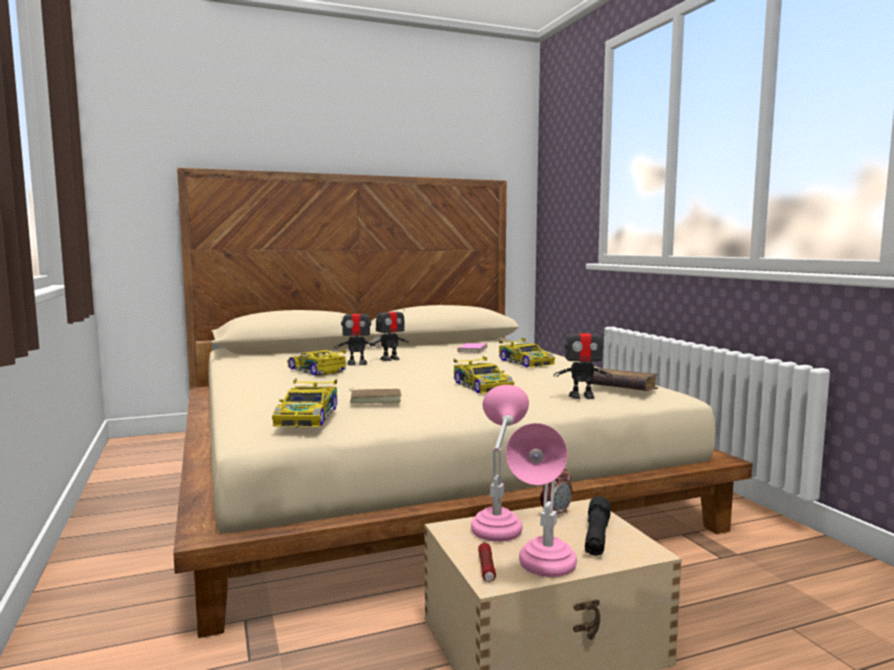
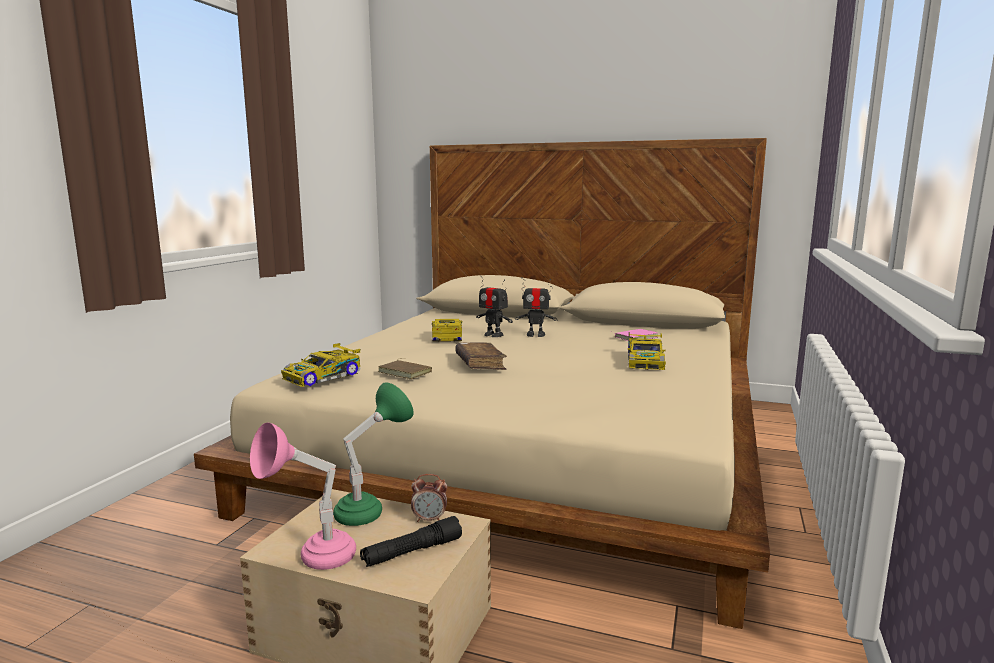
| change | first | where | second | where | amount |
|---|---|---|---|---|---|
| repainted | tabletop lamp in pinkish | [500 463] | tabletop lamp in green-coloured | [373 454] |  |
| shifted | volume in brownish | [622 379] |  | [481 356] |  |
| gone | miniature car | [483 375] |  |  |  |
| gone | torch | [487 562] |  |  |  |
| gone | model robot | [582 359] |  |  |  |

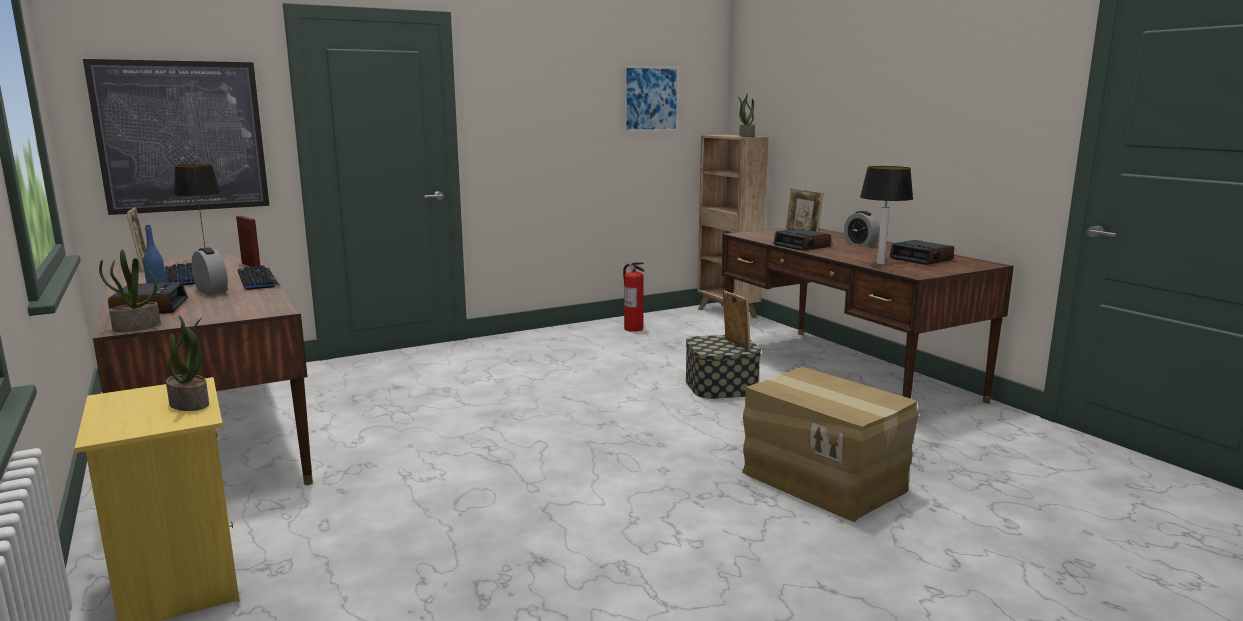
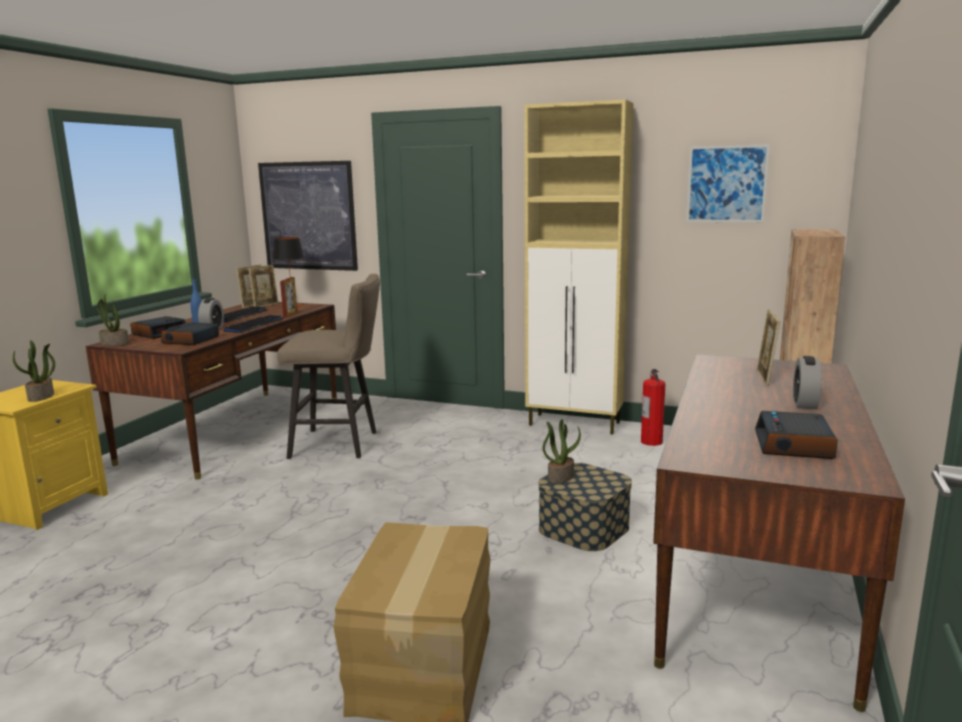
| change | first | where | second | where | amount |
|---|---|---|---|---|---|
| shifted | table clock | [802 240] |  | [190 334] |  |
| shifted | photo frame | [737 320] |  | [263 286] |  |
| new |  |  | sitting stool in beige | [328 366] |  |
| new |  |  | cupboard in beige | [578 267] |  |
| shifted | houseplant | [746 115] |  | [562 451] |  |
| gone | tabletop lamp | [886 215] |  |  |  |

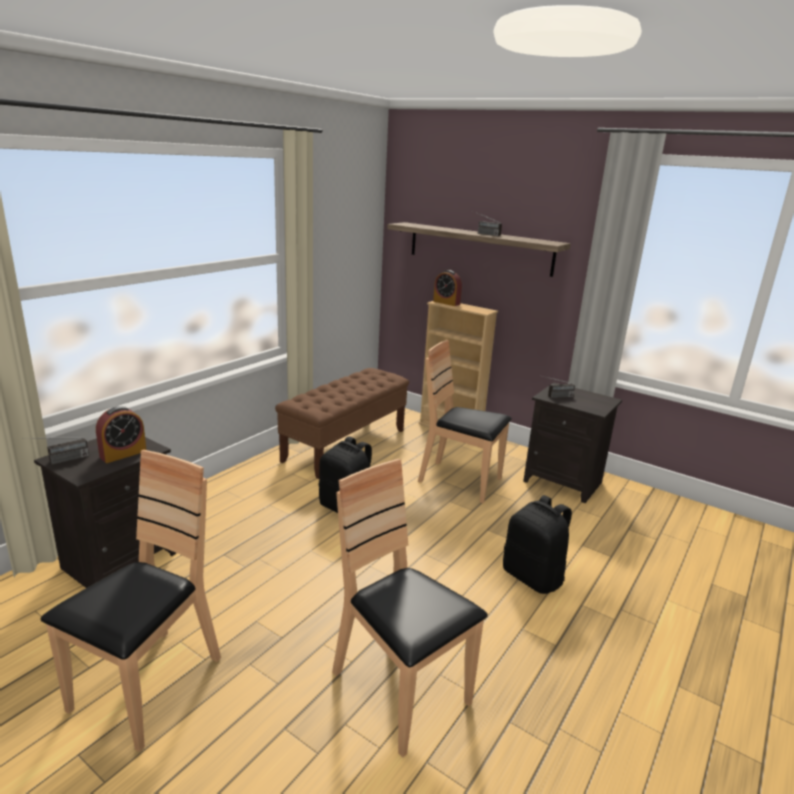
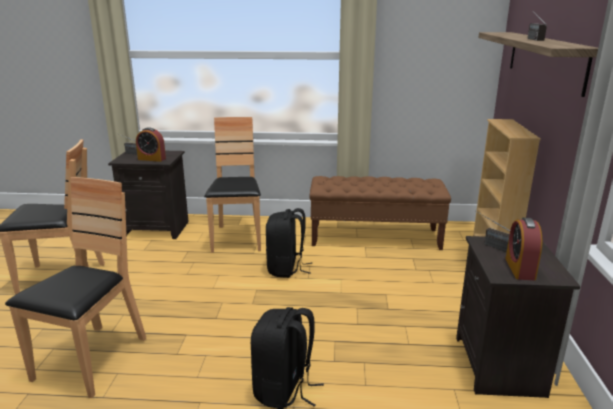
| change | first | where | second | where | amount |
|---|---|---|---|---|---|
| shifted | upright chair in brownish | [465 421] |  | [232 185] |  |
| shifted | table clock | [447 288] |  | [524 249] |  |

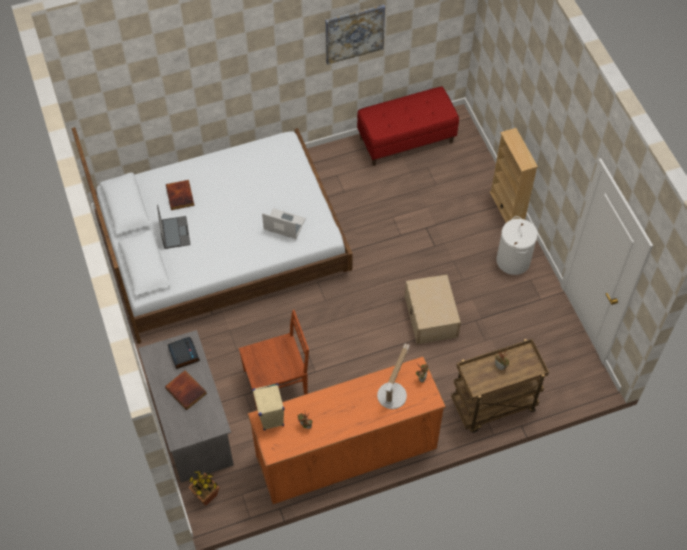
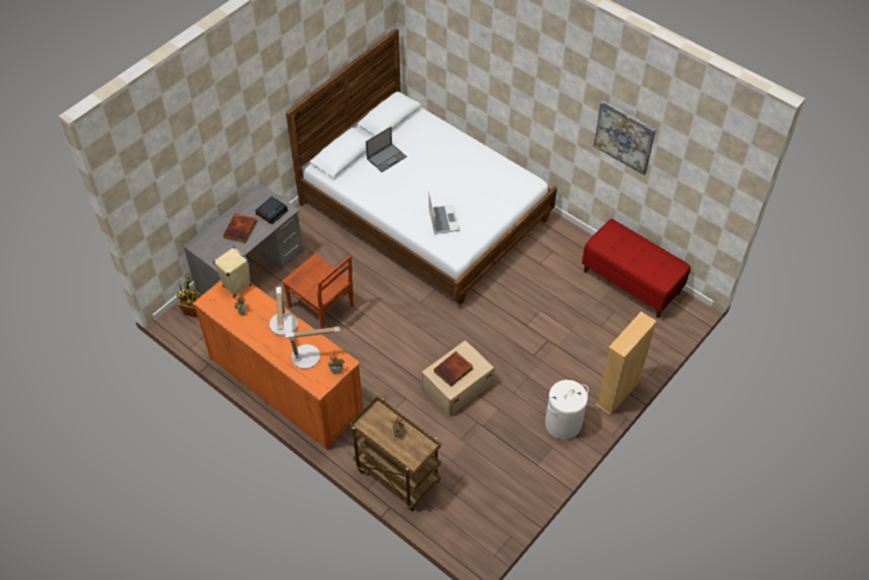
| change | first | where | second | where | amount |
|---|---|---|---|---|---|
| new |  |  | tabletop lamp | [284 311] |  |
| shifted | volume | [180 195] |  | [453 369] |  |

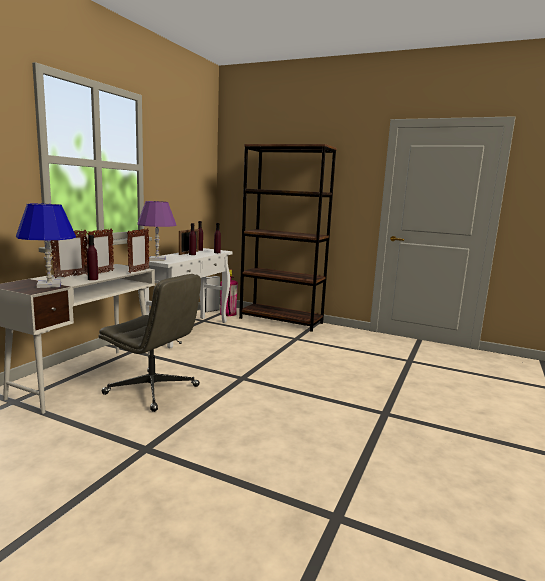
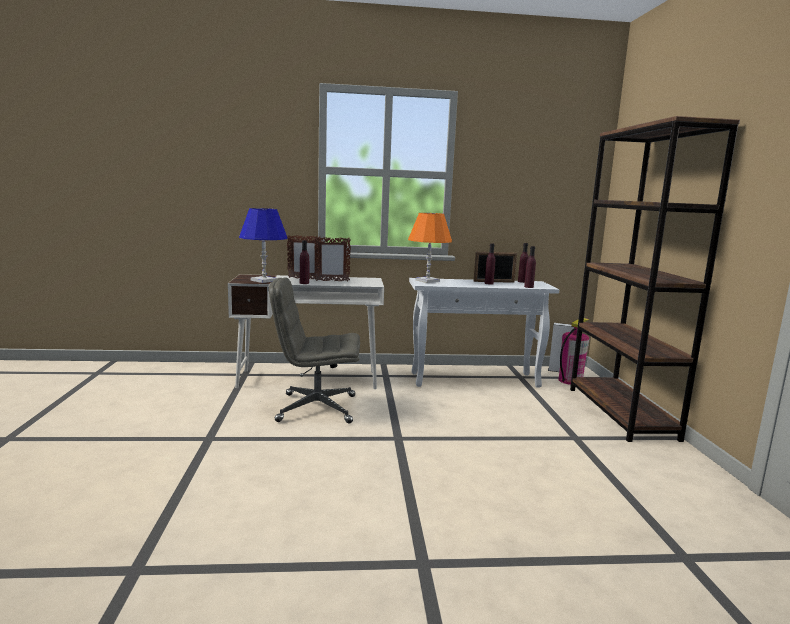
| change | first | where | second | where | amount |
|---|---|---|---|---|---|
| rotated | desk chair in grey | [149 343] |  | [314 350] | 90 degrees clockwise |
| repainted | tabletop lamp in purple-coloured | [157 231] | tabletop lamp in orange | [430 248] |  |
| gone | photo frame | [138 250] |  |  |  |

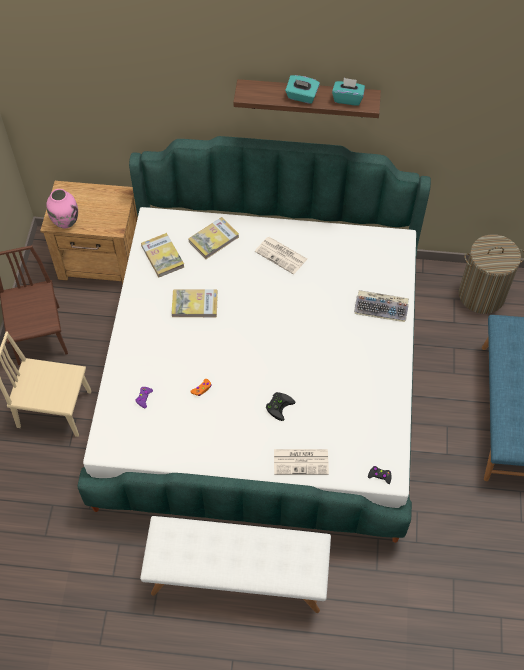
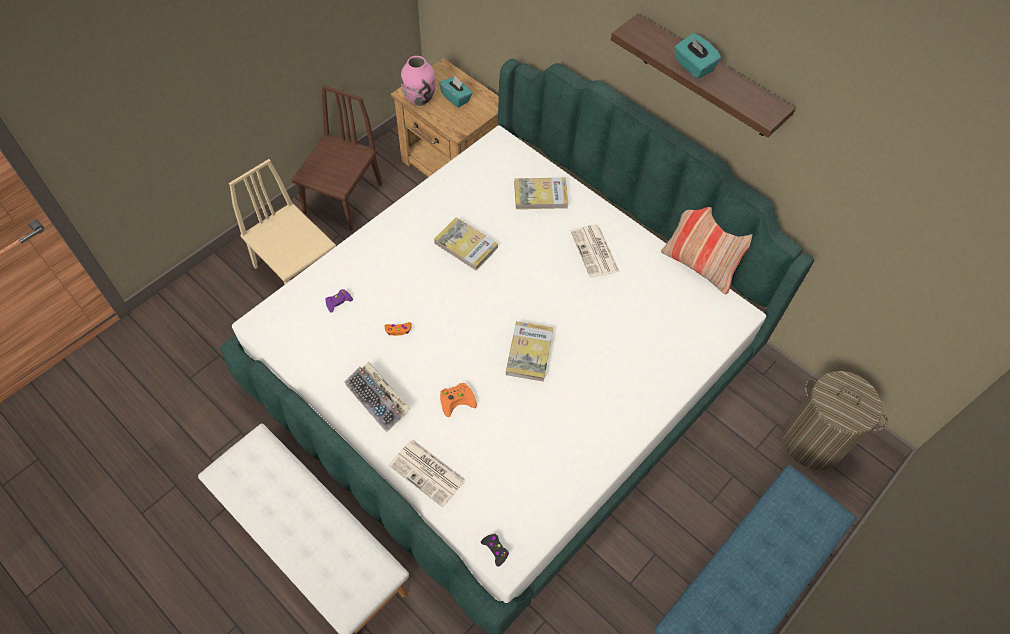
| change | first | where | second | where | amount |
|---|---|---|---|---|---|
| shifted | computer keyboard | [381 306] |  | [377 397] |  |
| shifted | box of tissues in turquoise-coloured | [348 92] |  | [455 91] |  |
| repainted | game controller in black | [280 406] | game controller in orange | [458 400] |  |
| shifted | volume | [162 255] |  | [529 351] |  |
| new |  |  | throw pillow | [706 250] |  |

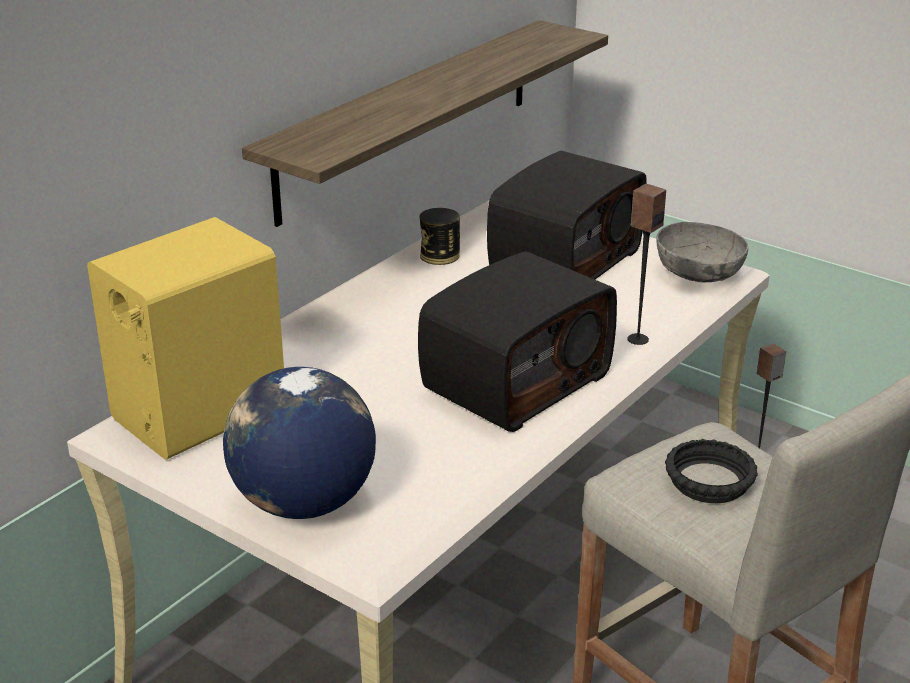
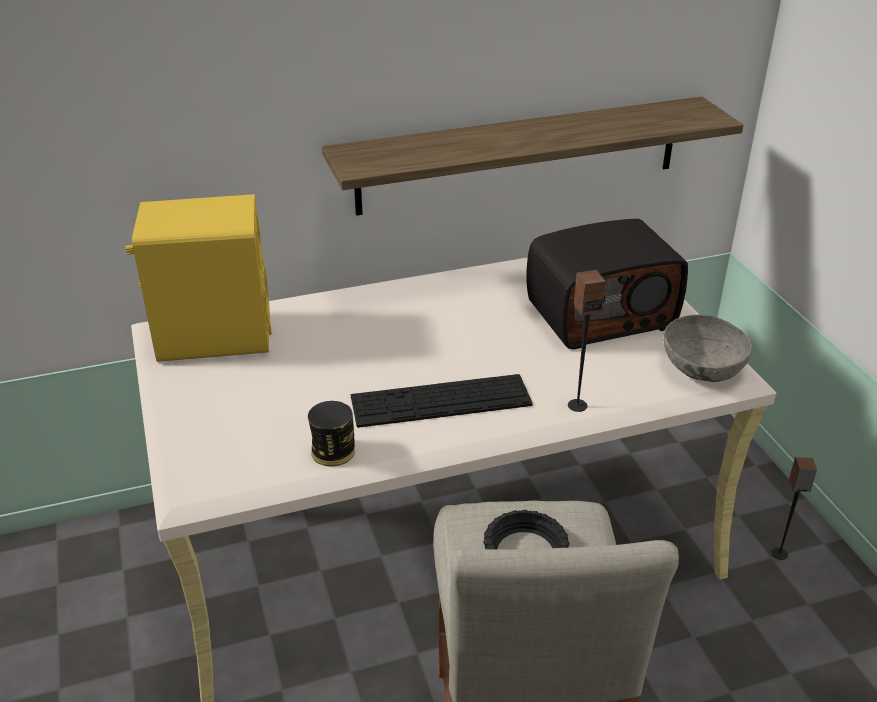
| change | first | where | second | where | amount |
|---|---|---|---|---|---|
| shifted | metal can | [439 236] |  | [331 433] |  |
| swapped | radio set | [517 342] | computer keyboard | [442 401] |  |
| gone | desk globe | [299 443] |  |  |  |

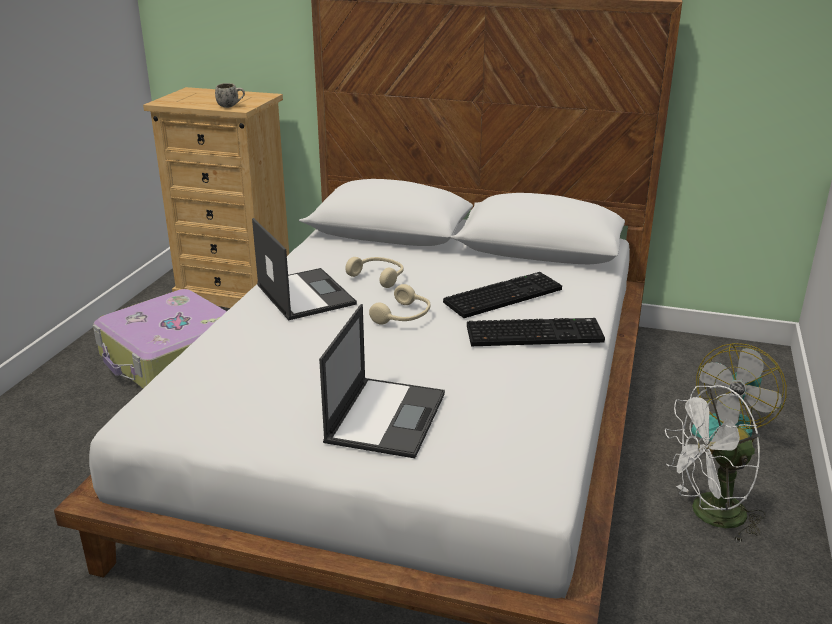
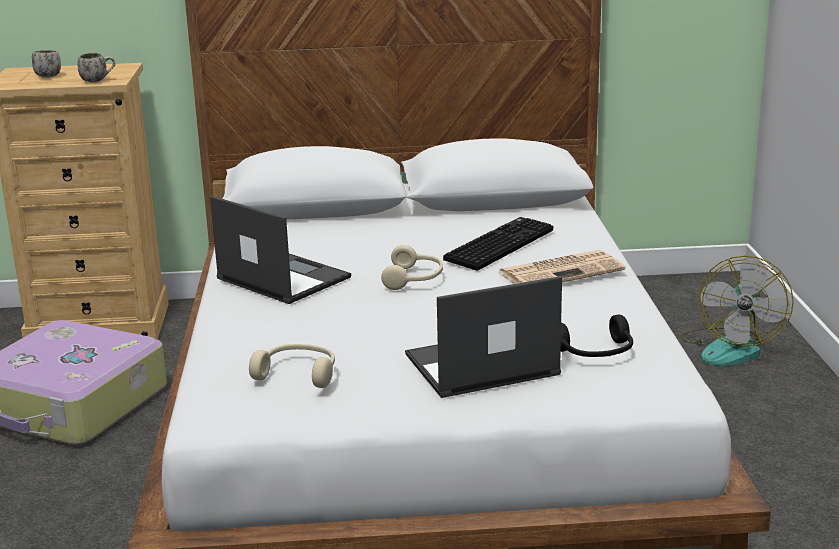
| change | first | where | second | where | amount |
|---|---|---|---|---|---|
| new |  |  | mug in white-coloured | [46 63] |  |
| shifted | headphones in beige | [374 272] |  | [292 366] |  |
| rotated | portable computer | [382 381] |  | [483 337] | 105 degrees counterclockwise |
| swapped | computer keyboard | [536 332] | printed paper | [561 267] |  |
| new |  |  | headphones in black | [597 336] |  |
| gone | cooling fan in white-coloured | [715 463] |  |  |  |

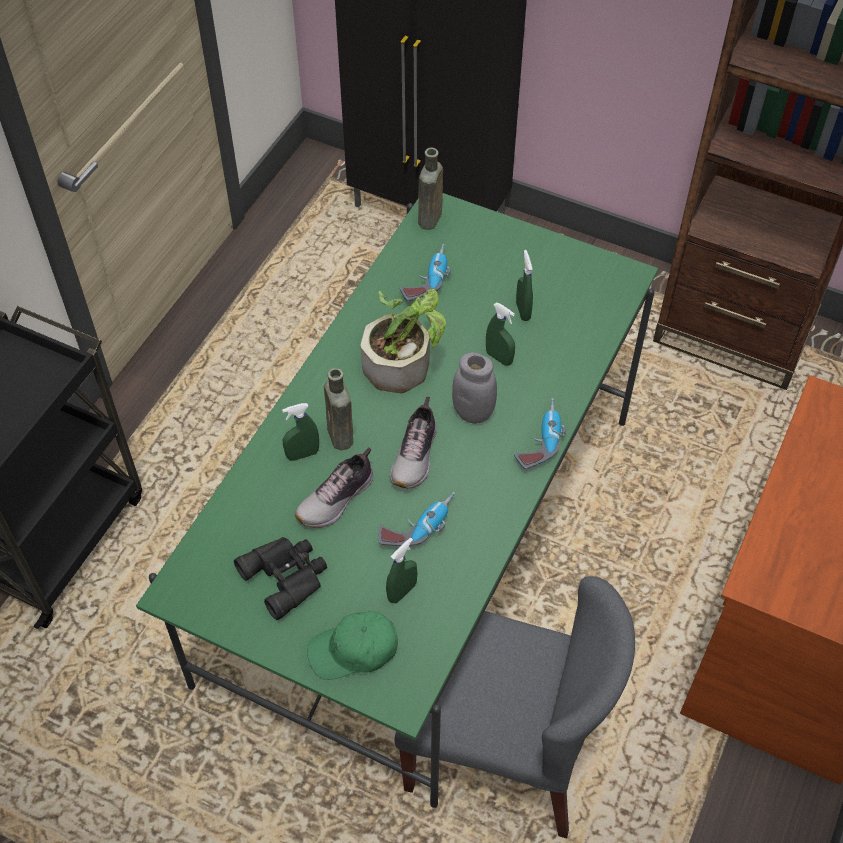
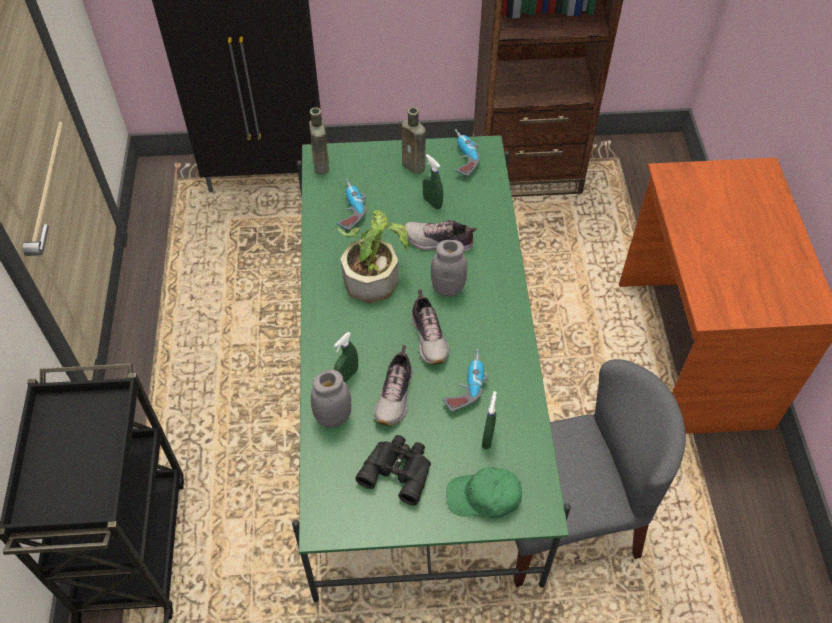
| change | first | where | second | where | amount |
|---|---|---|---|---|---|
| new |  |  | preserve jar in grey | [331 399] |  |
| shifted | beverage bottle in brownish | [338 409] |  | [414 140] |  |
| swapped | sprayer in green-coloured | [500 334] | low shoe | [440 236] |  |
| rotated | baseball cap in green-coloured | [352 645] |  | [484 492] | 45 degrees clockwise |
| shifted | drill | [540 433] |  | [467 152] |  |

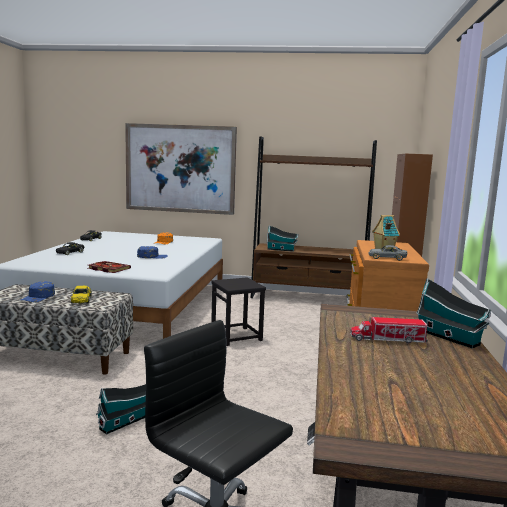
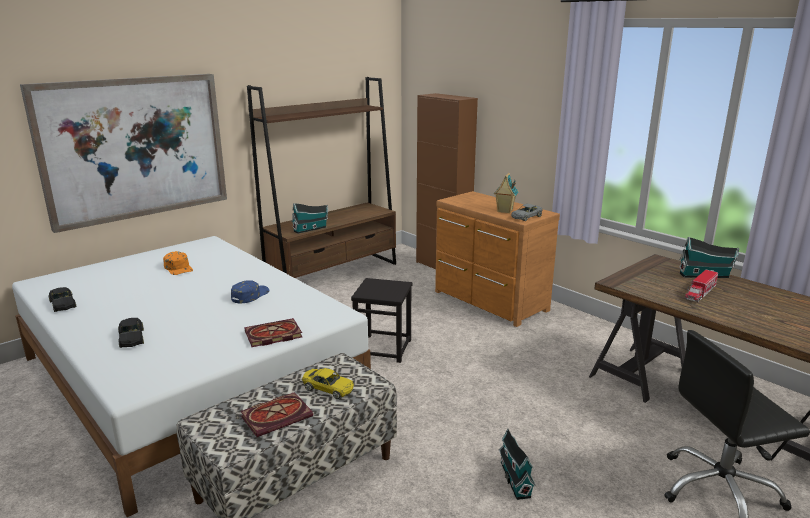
| change | first | where | second | where | amount |
|---|---|---|---|---|---|
| swapped | baseball cap in bluish | [37 291] | volume | [276 414] |  |

